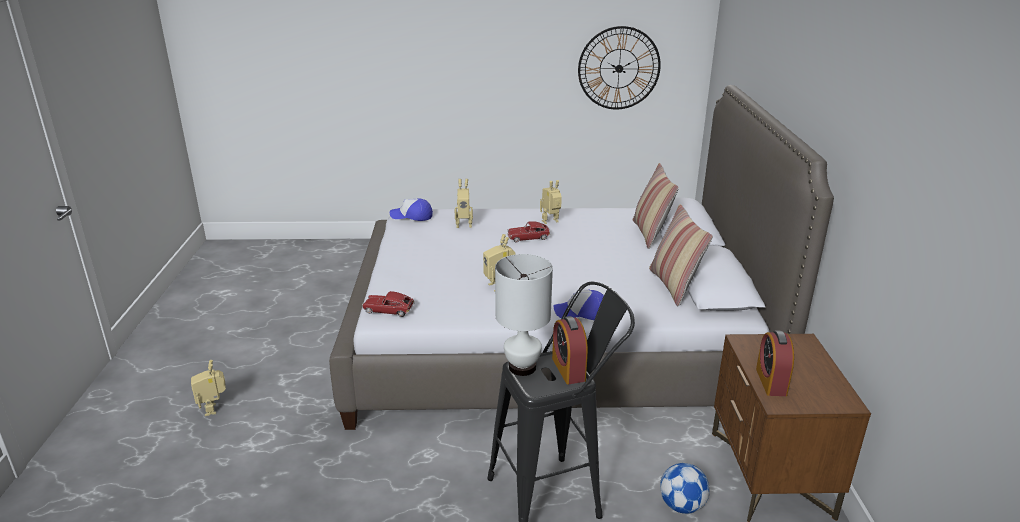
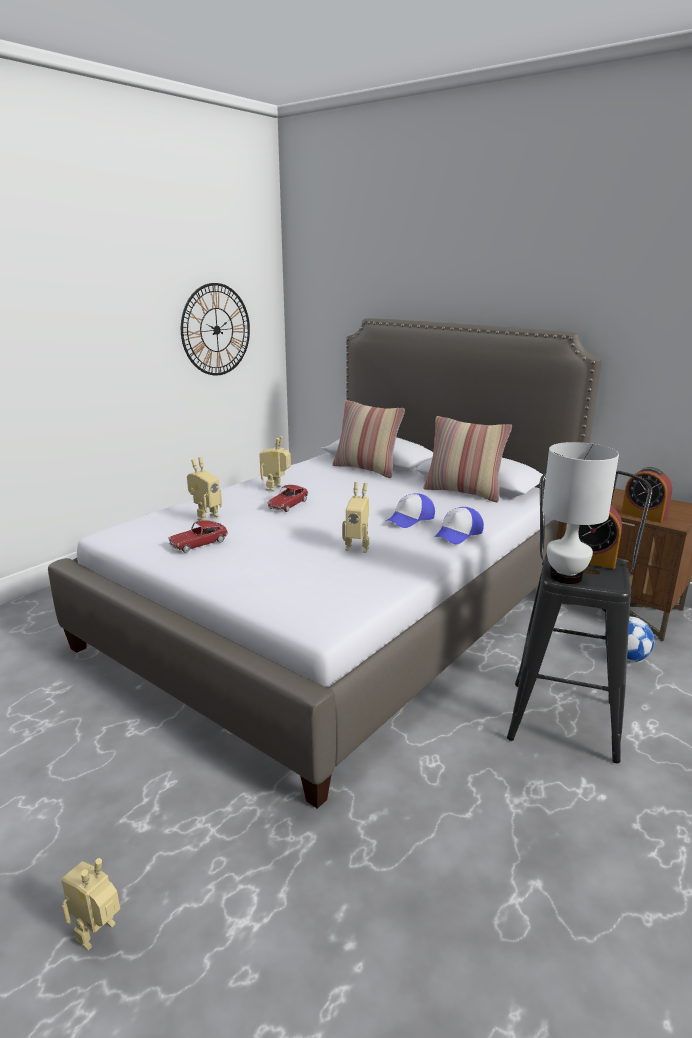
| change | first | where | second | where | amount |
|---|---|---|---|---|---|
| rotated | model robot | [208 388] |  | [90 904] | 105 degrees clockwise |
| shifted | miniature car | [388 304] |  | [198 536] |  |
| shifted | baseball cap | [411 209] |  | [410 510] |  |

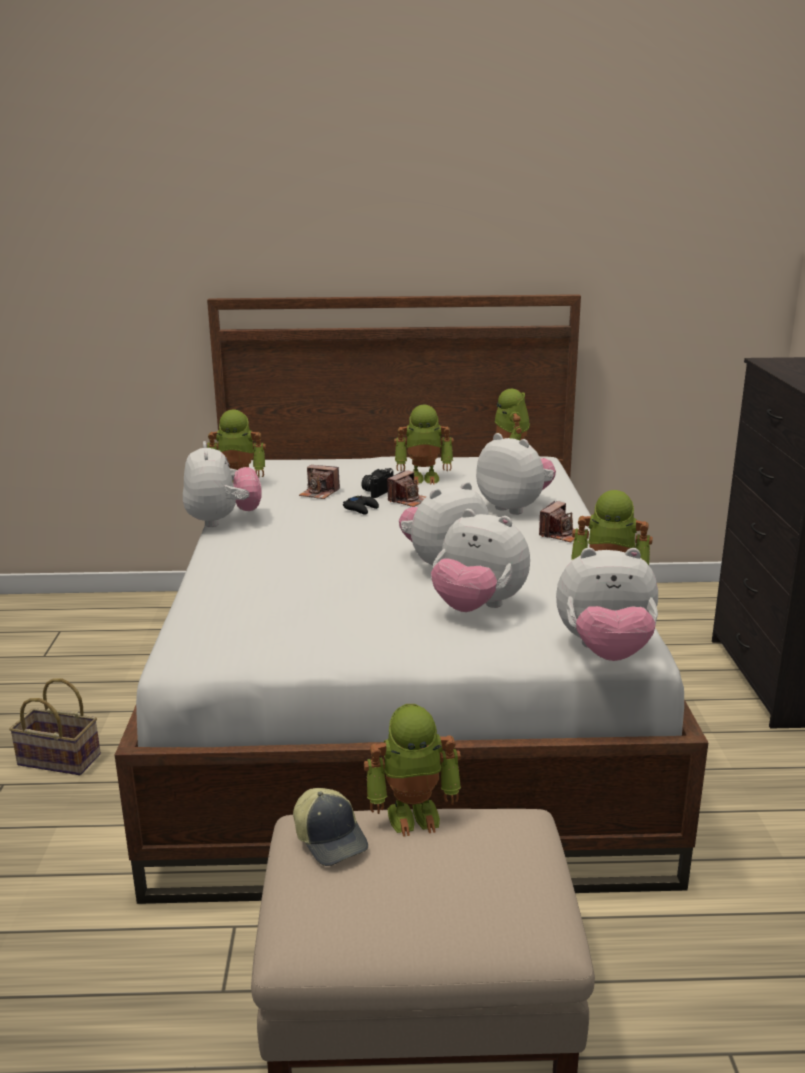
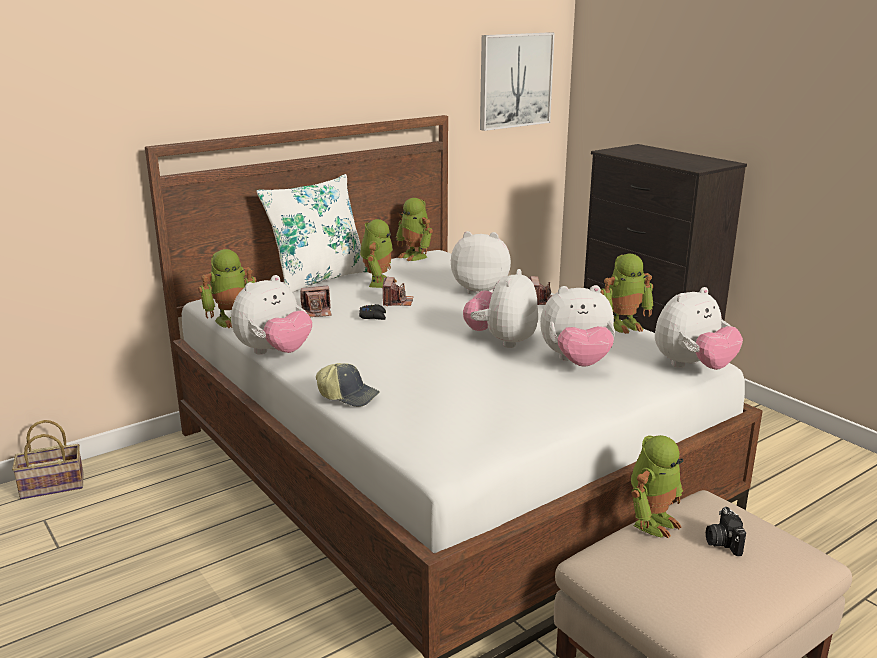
| change | first | where | second | where | amount |
|---|---|---|---|---|---|
| shifted | storage basket | [55 726] |  | [48 460] |  |
| rotated | soft toy | [222 484] |  | [271 315] | 90 degrees clockwise |
| new |  |  | throw pillow in white-coloured | [311 233] |  |
| shifted | baseball cap | [330 827] |  | [348 385] |  |
| rotated | model robot | [424 445] |  | [378 253] | 45 degrees counterclockwise |
| new |  |  | wall art | [517 81] |  |
| shifted | photo camera | [377 483] |  | [726 531] |  |

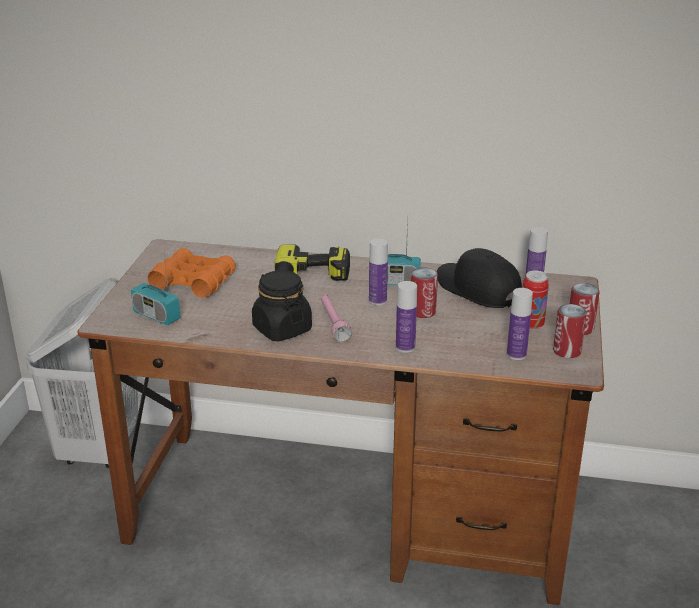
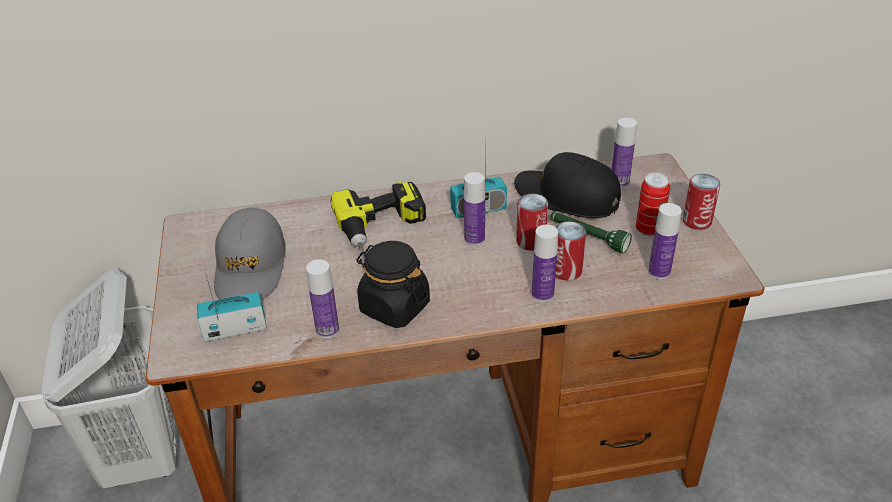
| change | first | where | second | where | amount |
|---|---|---|---|---|---|
| rotated | radio set | [155 289] |  | [231 305] | 150 degrees clockwise |
| swapped | binoculars in orange | [192 273] | baseball cap in grey | [250 253] |  |
| new |  |  | beverage bottle | [322 298] |  |
| new |  |  | torch in green-coloured | [591 232] |  |
| shifted | metal can | [570 331] |  | [571 251] |  |
| gone | torch in pinkish | [336 318] |  |  |  |

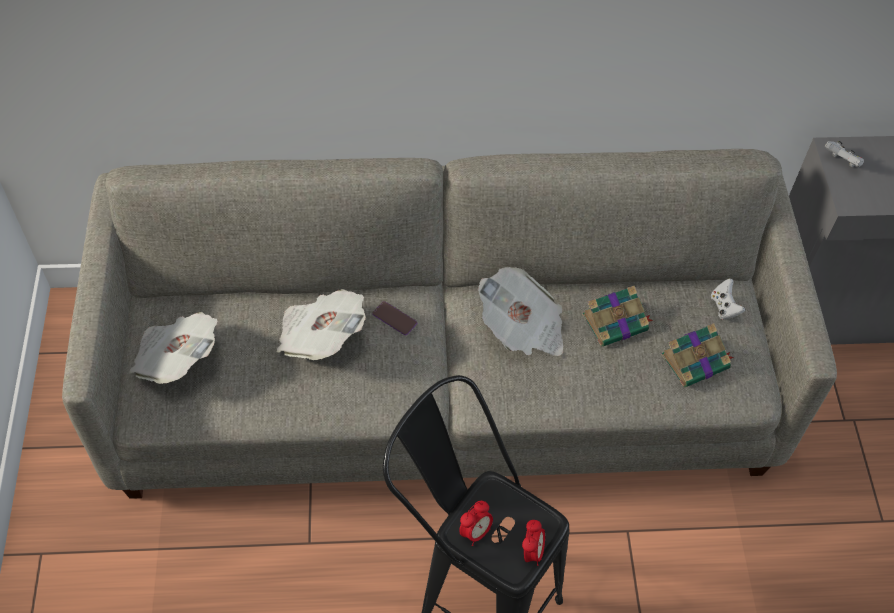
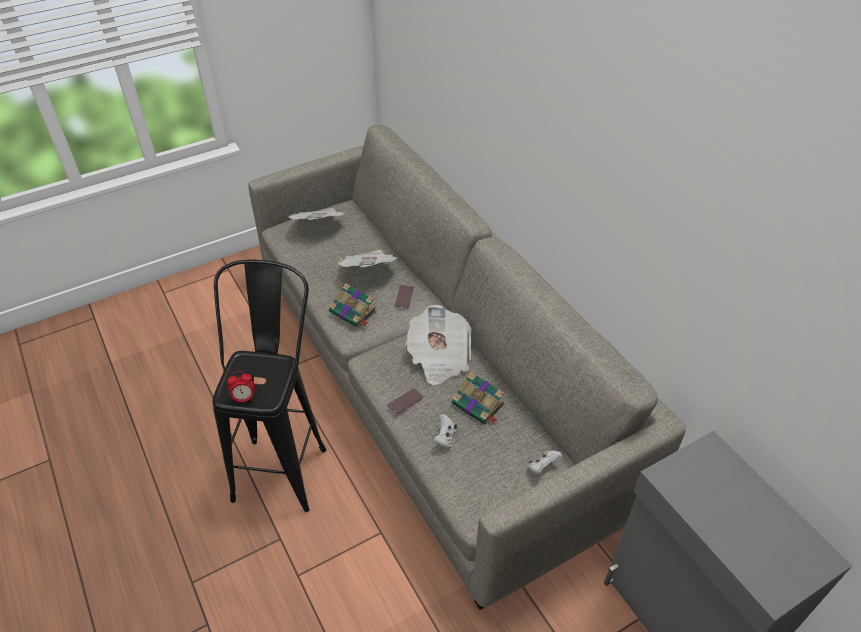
| change | first | where | second | where | amount |
|---|---|---|---|---|---|
| shifted | volume | [697 355] |  | [353 305] |  |
| new |  |  | telephone | [405 401] |  |
| shifted | game controller in white-coloured | [844 154] |  | [444 431] |  |
| gone | table clock | [476 523] |  |  |  |

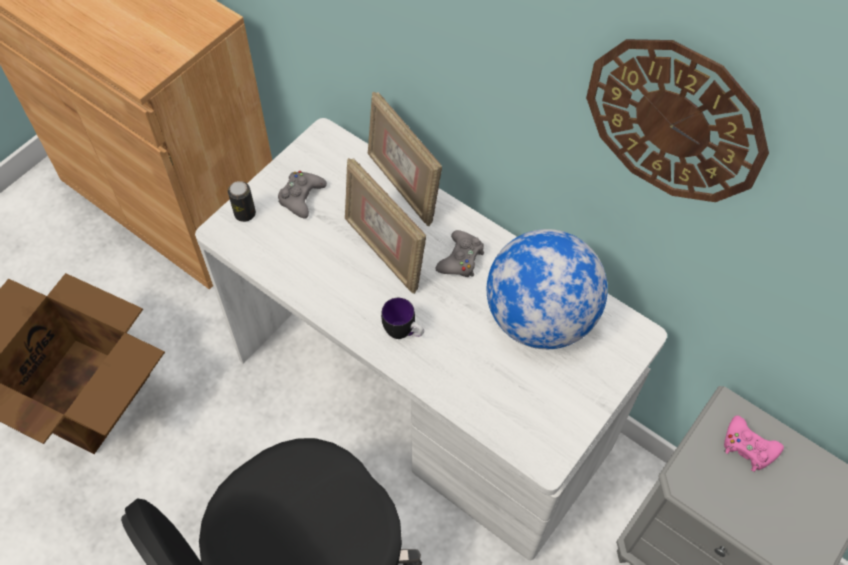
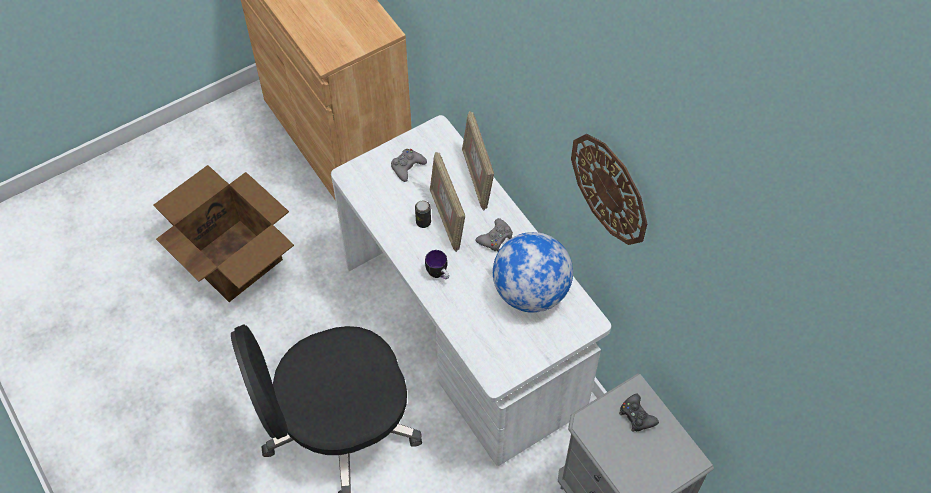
| change | first | where | second | where | amount |
|---|---|---|---|---|---|
| shifted | metal can | [242 201] |  | [423 214] |  |
| repainted | game controller in pinkish | [754 444] | game controller in black | [639 412] |  |

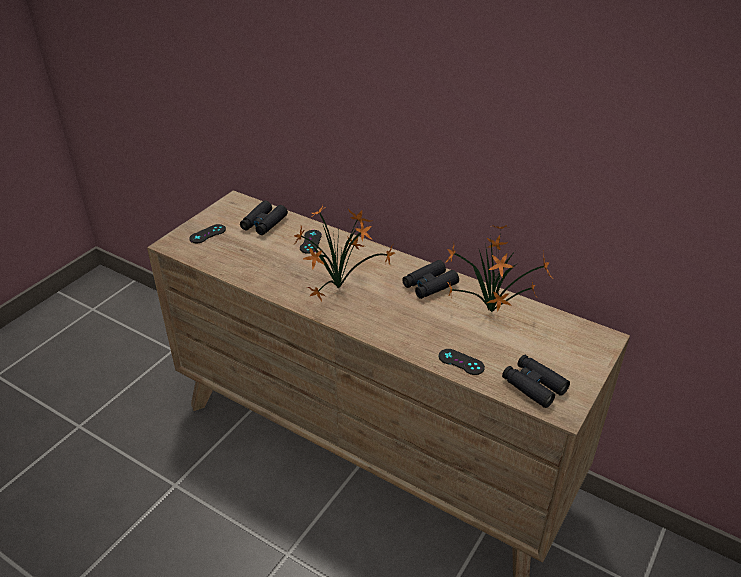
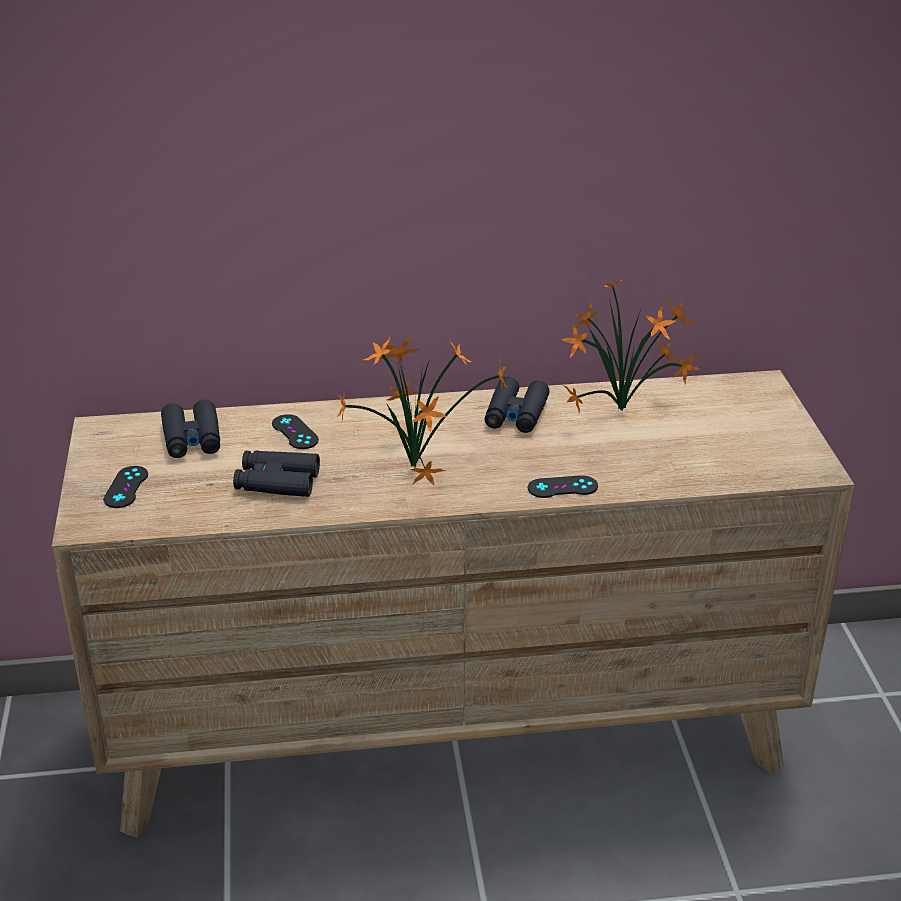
| change | first | where | second | where | amount |
|---|---|---|---|---|---|
| shifted | binoculars in black | [536 381] |  | [276 473] |  |
| shifted | game controller in black | [462 362] |  | [563 486] |  |

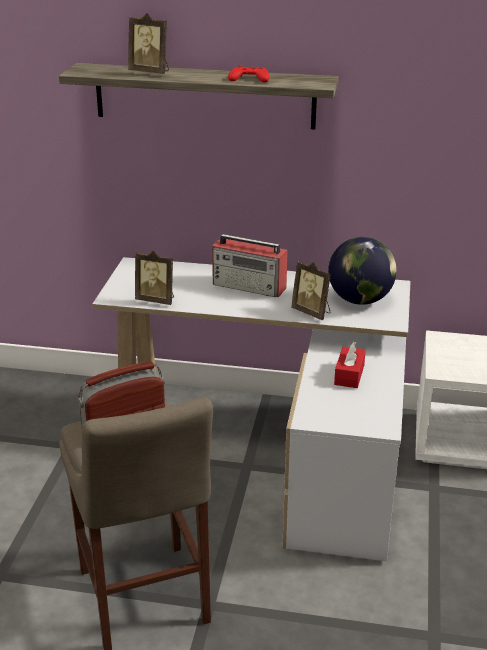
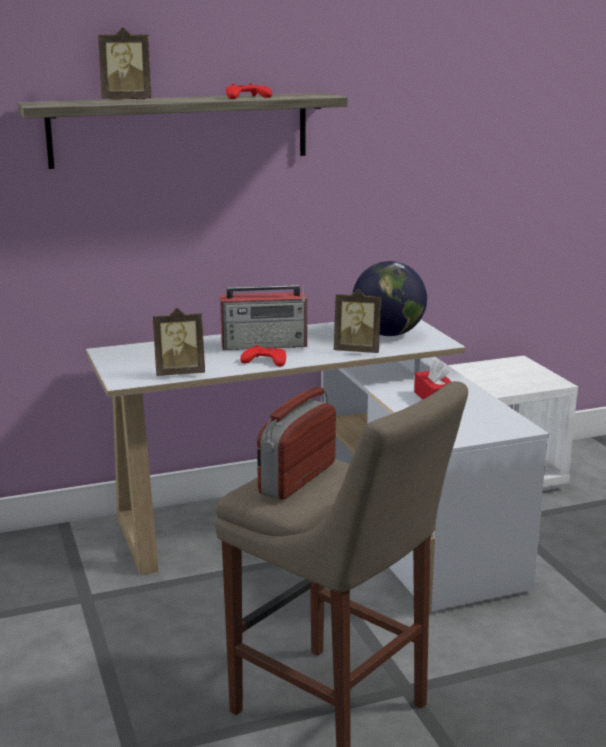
| change | first | where | second | where | amount |
|---|---|---|---|---|---|
| new |  |  | game controller in reddish | [263 355] |  |

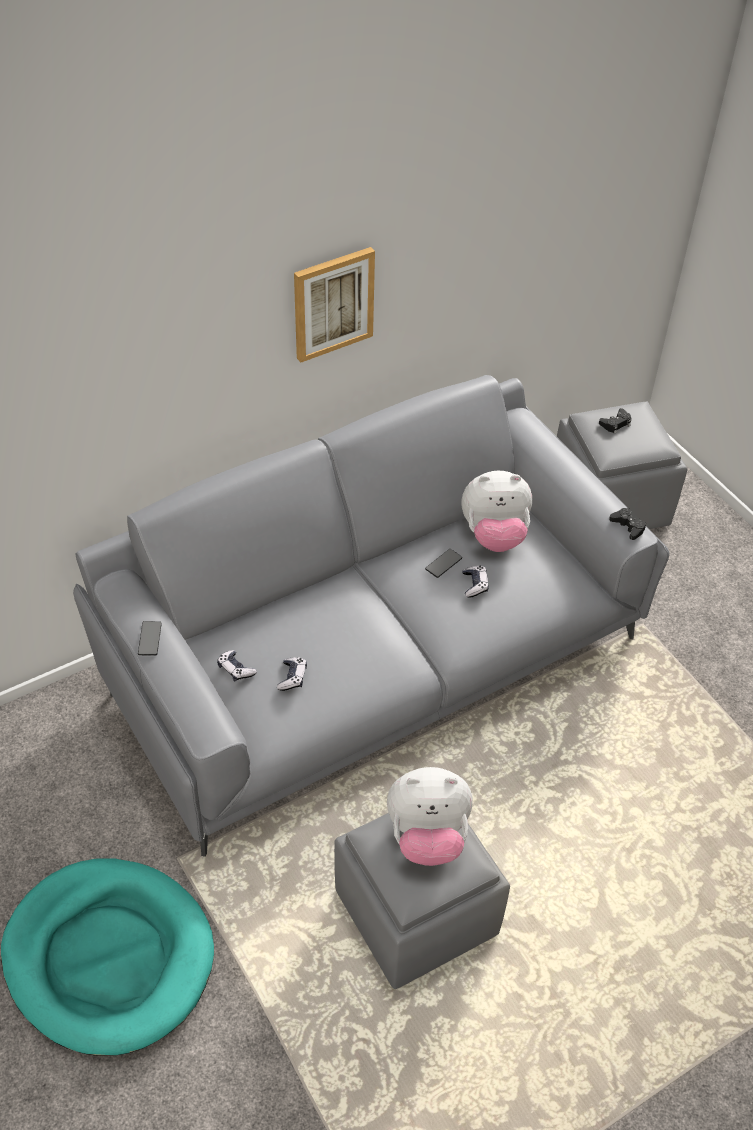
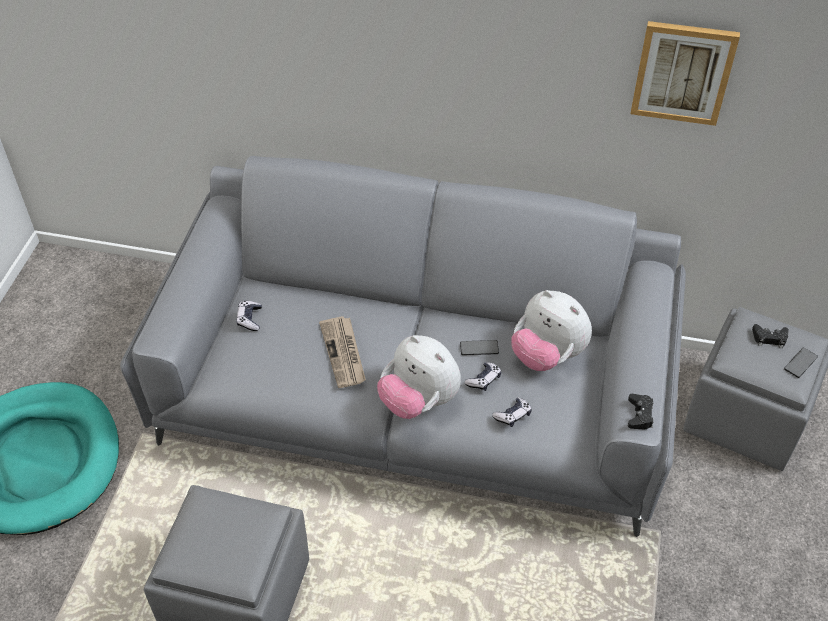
| change | first | where | second | where | amount |
|---|---|---|---|---|---|
| new |  |  | printed paper | [342 352] |  |
| shifted | soft toy | [430 816] |  | [419 377] |  |
| shifted | game controller | [292 674] |  | [512 412] |  |
| shifted | wall art | [334 305] |  | [685 73] |  |
| shifted | telephone | [150 638] |  | [801 363] |  |

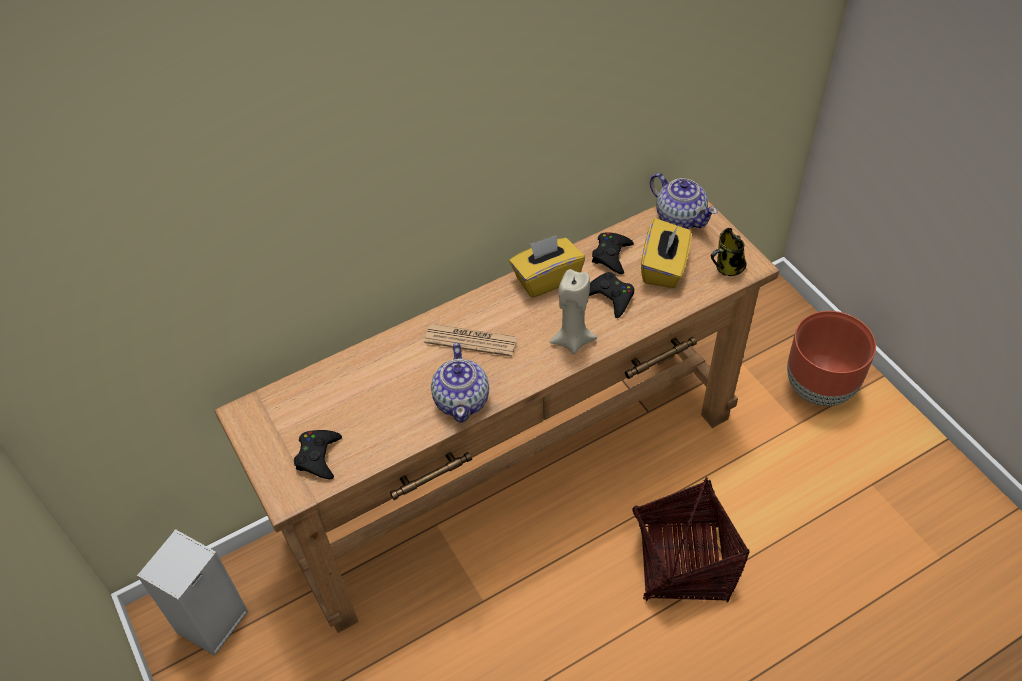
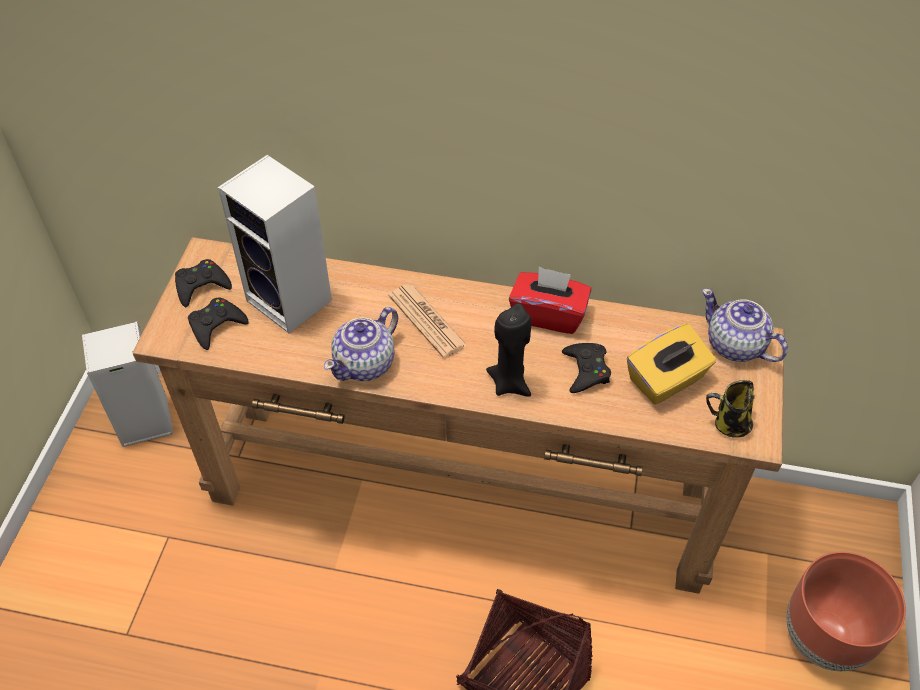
| change | first | where | second | where | amount |
|---|---|---|---|---|---|
| shifted | game controller in black | [613 253] |  | [203 283] |  |
| new |  |  | audio speaker | [275 244] |  |
| repainted | wax candle in beige | [573 311] | wax candle in black | [508 350] |  |
| repainted | box of tissues in yellow-coloured | [547 266] | box of tissues in reddish | [550 300] |  |
| rotated | pot for tea | [684 201] |  | [745 325] | 135 degrees clockwise |

